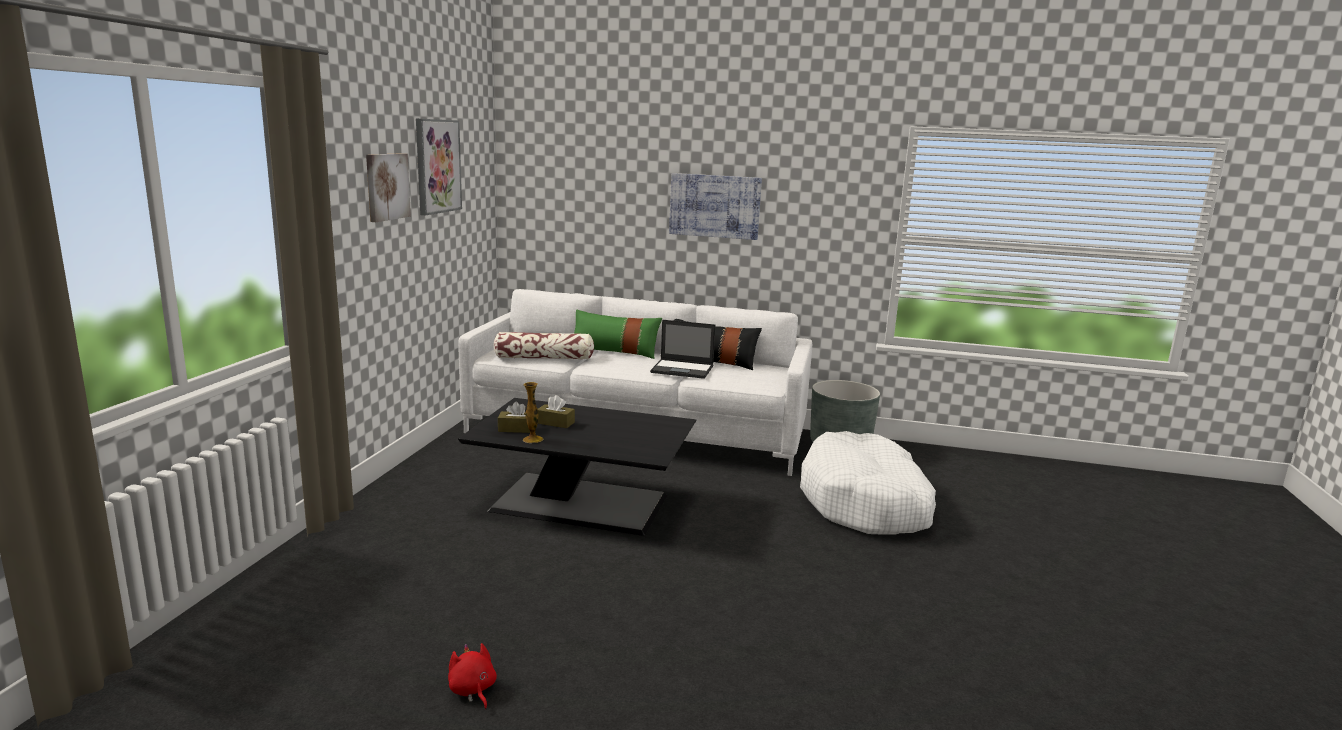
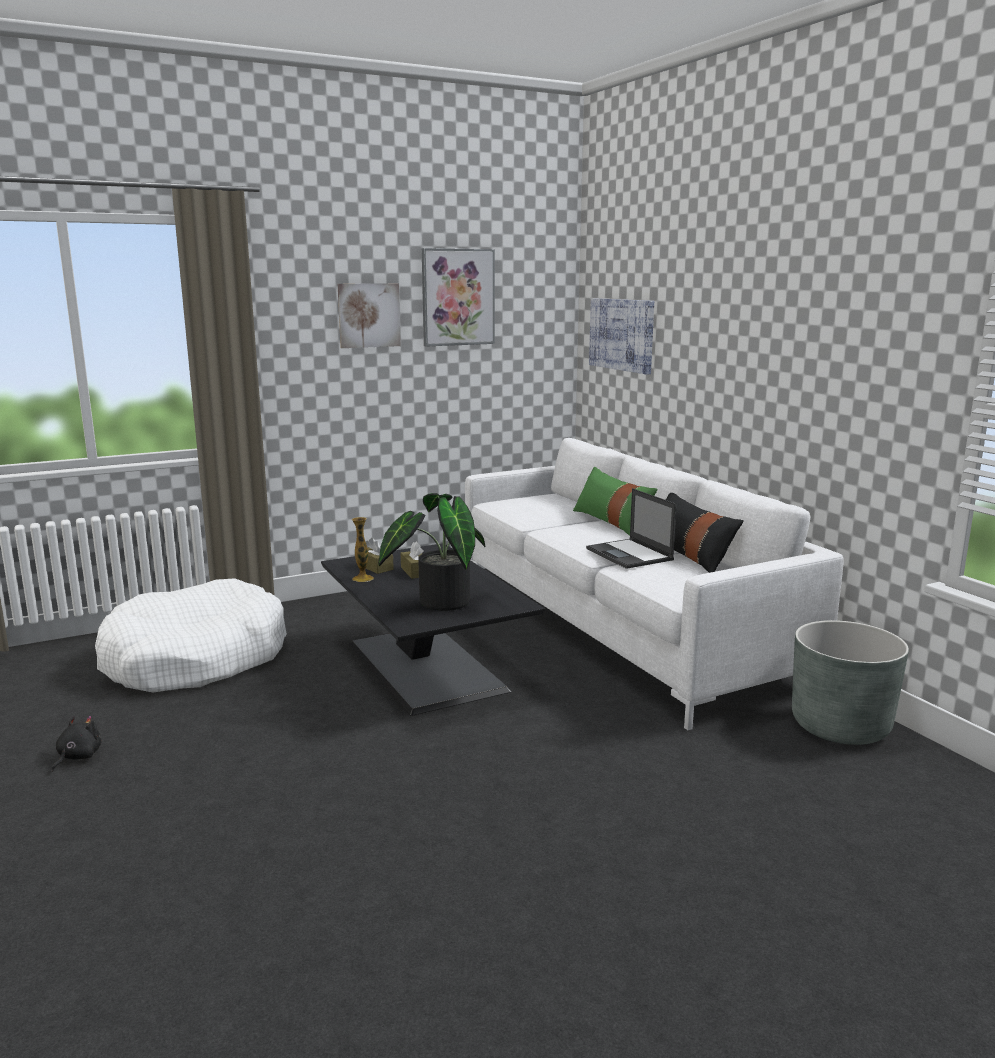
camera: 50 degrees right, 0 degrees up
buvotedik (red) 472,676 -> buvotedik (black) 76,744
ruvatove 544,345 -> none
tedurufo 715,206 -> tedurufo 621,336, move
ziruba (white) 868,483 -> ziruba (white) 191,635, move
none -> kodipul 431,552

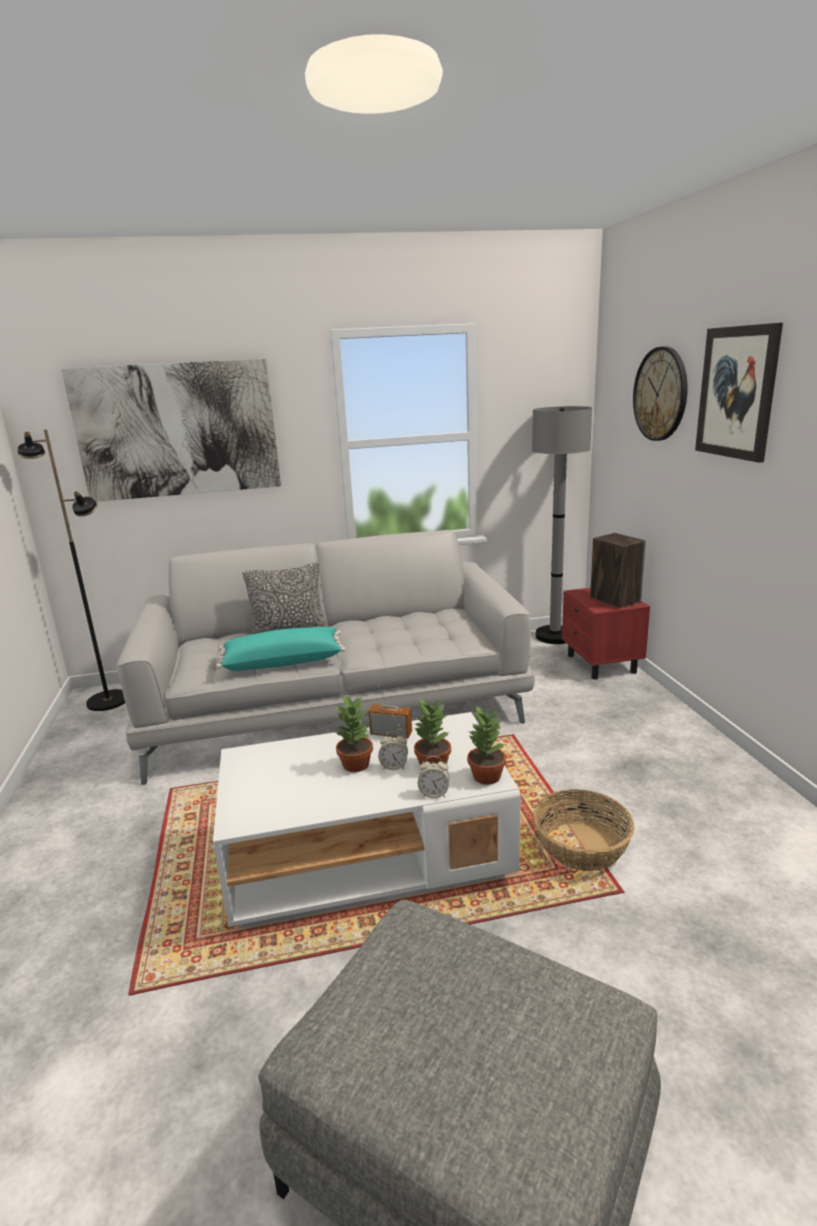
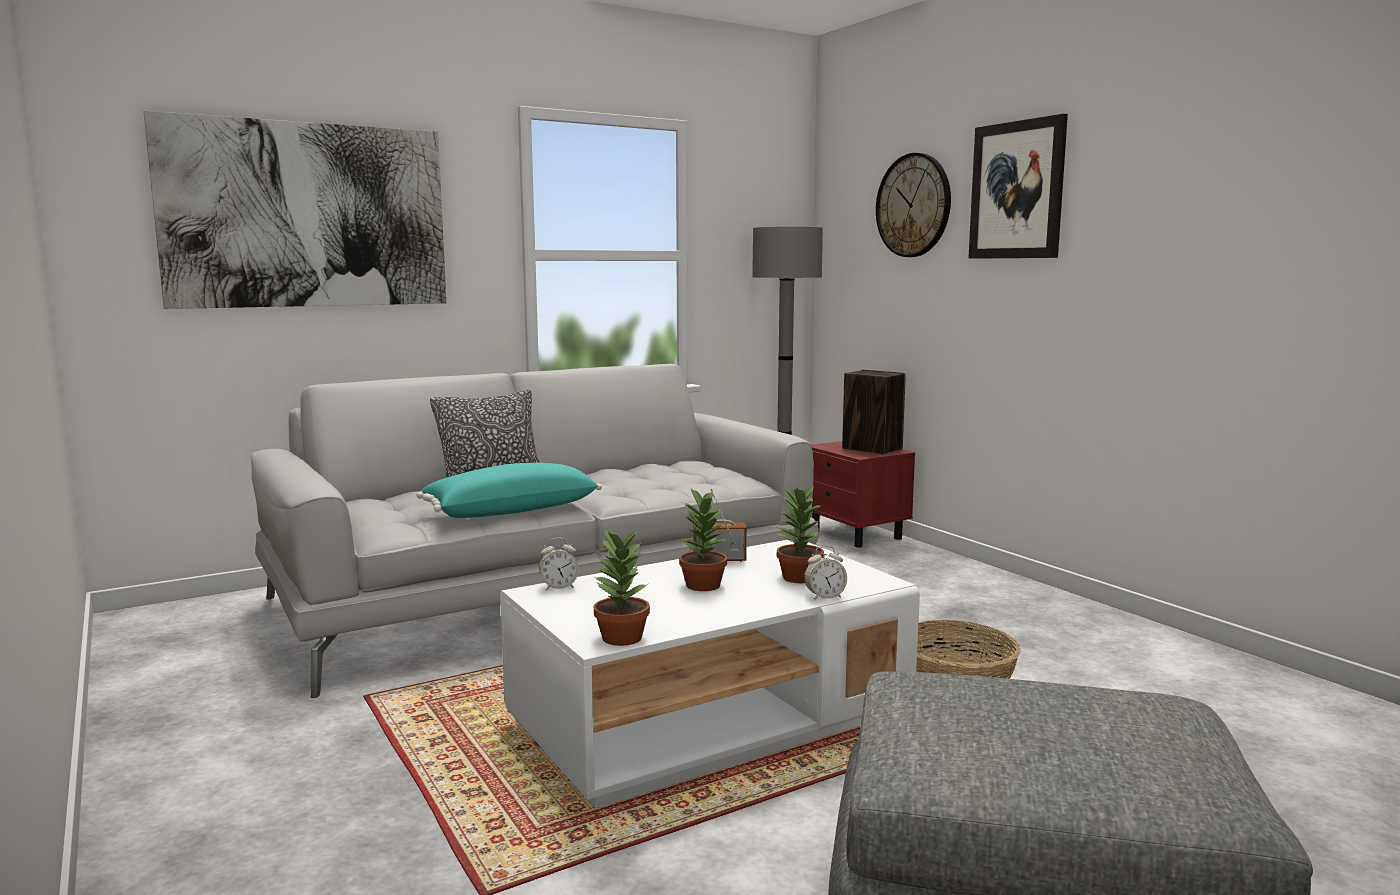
camera: 20 degrees left, 10 degrees down
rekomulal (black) 71,570 -> none
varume 393,750 -> varume 559,564, move
kodipul 486,745 -> kodipul 621,587, move

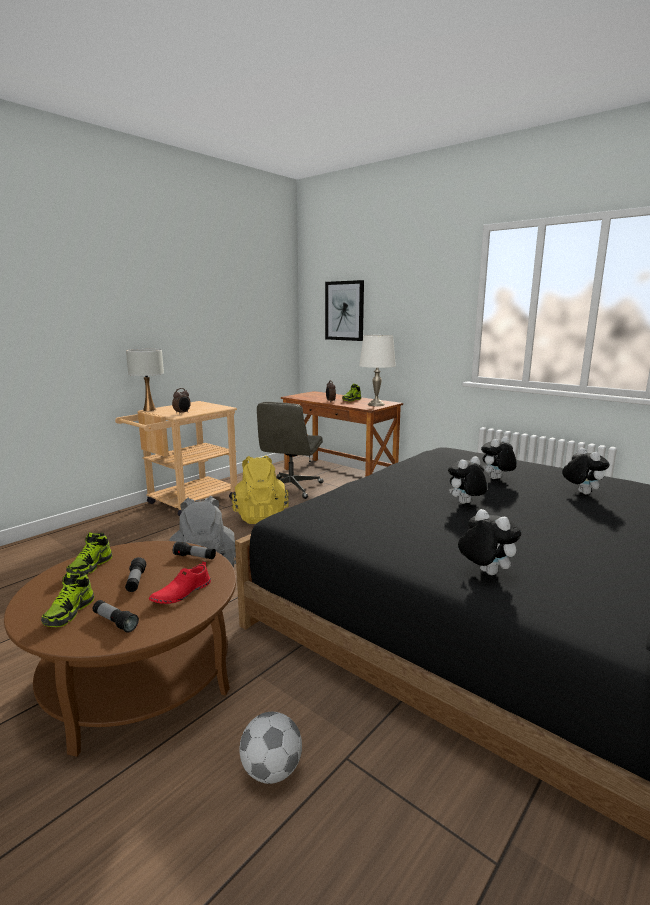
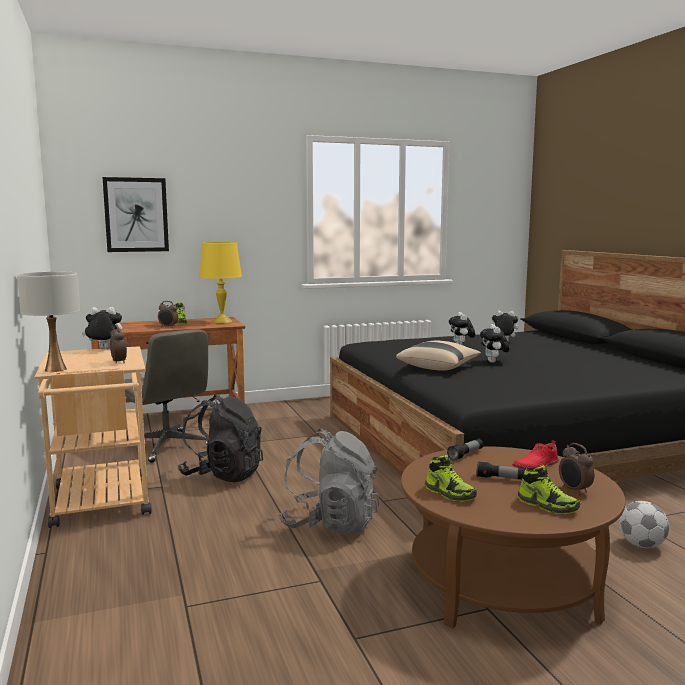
camera: 60 degrees left, 5 degrees down
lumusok 116,616 -> varume 577,469
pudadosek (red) 180,582 -> pudadosek (red) 535,454, 75 degrees clockwise
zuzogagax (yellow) 260,489 -> zuzogagax (black) 220,438
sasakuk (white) 377,370 -> sasakuk (yellow) 220,282
buvotedik 489,542 -> buvotedik 101,328, move
none -> ruvatove (beige) 438,356

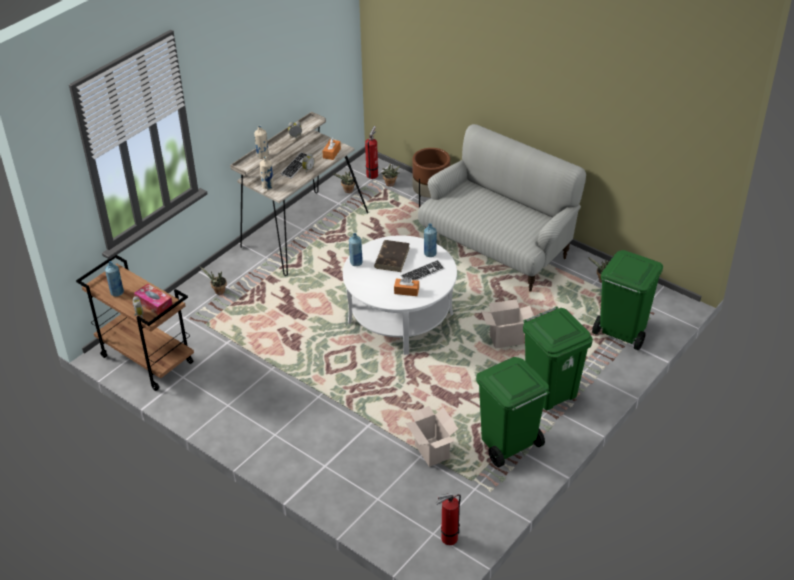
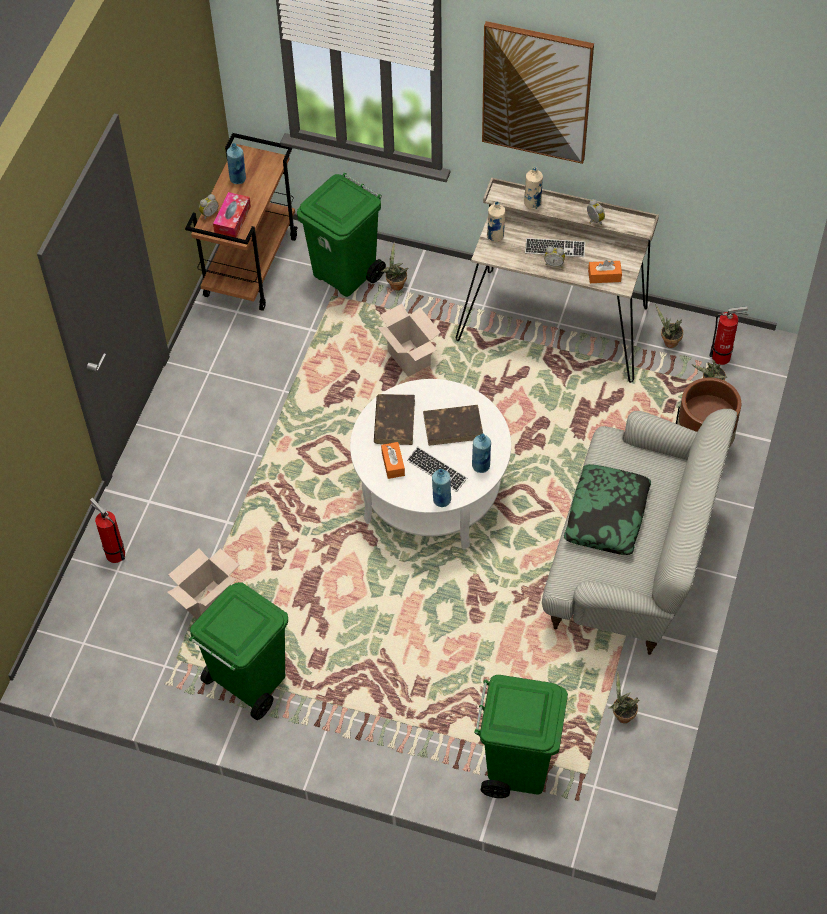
camera: 70 degrees right, 15 degrees up
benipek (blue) 356,249 -> benipek (blue) 441,488, move
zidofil 448,519 -> zidofil 107,530, move
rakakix 507,324 -> rakakix 409,340, move
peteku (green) 558,358 -> peteku (green) 341,235, move
none -> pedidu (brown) 394,419
none -> tedurufo 538,92
none -> ruvatove 607,509

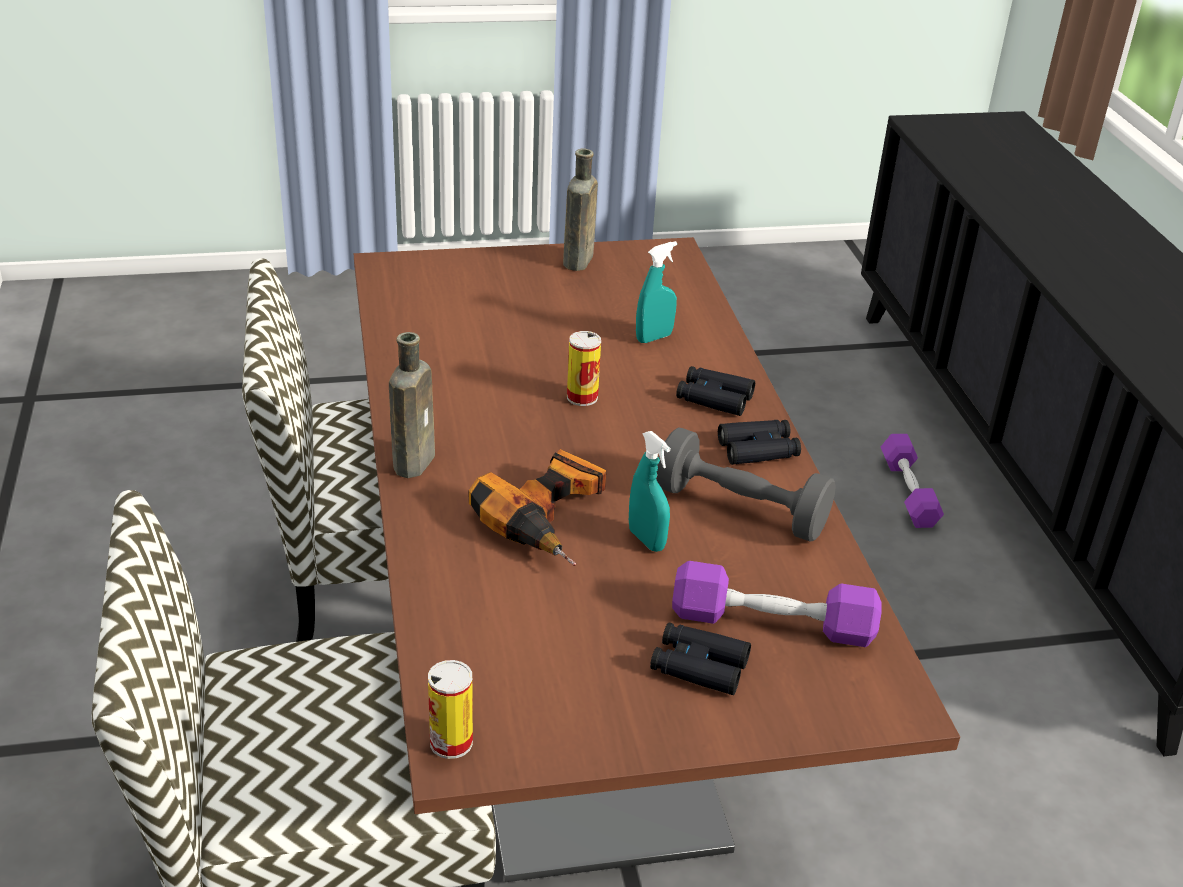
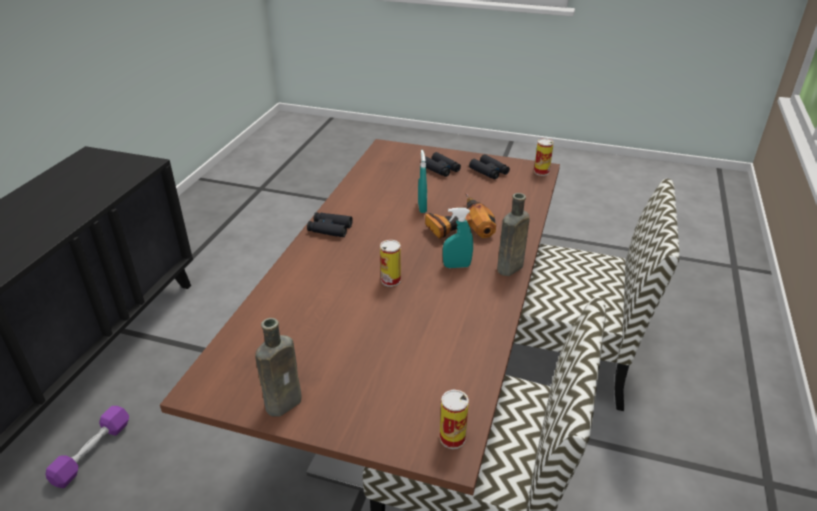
camera: 150 degrees left, 0 degrees up
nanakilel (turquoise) 656,292 -> nanakilel (turquoise) 458,238, move
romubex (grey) 746,484 -> none
romubex (purple) 777,604 -> none
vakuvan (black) 715,391 -> vakuvan (black) 489,166, move
none -> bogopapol 454,419

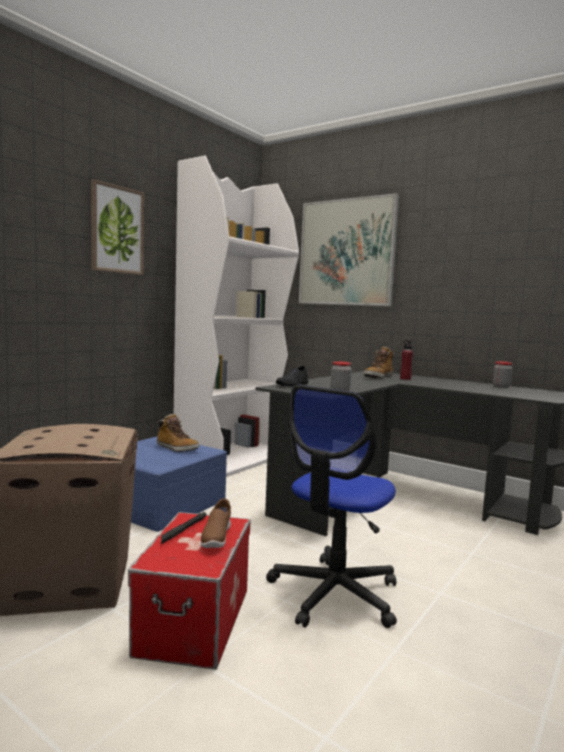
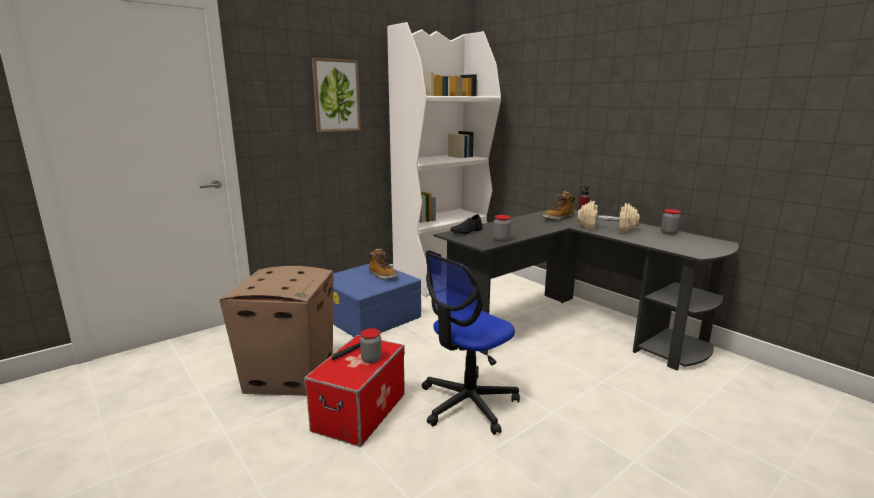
camera: 15 degrees right, 10 degrees up
pudadosek (brown) 216,523 -> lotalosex 371,345
tedurufo 349,249 -> none
none -> romubex (beige) 608,217

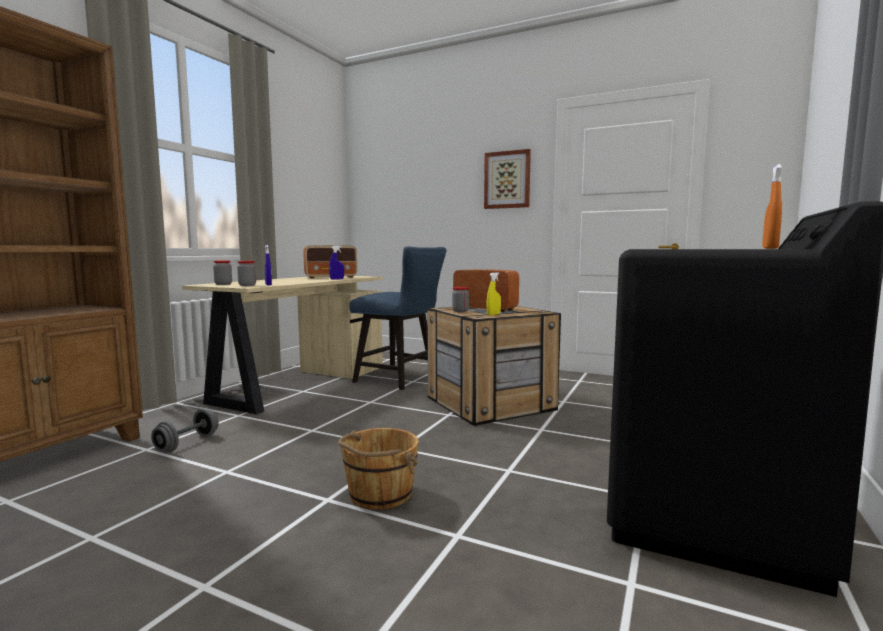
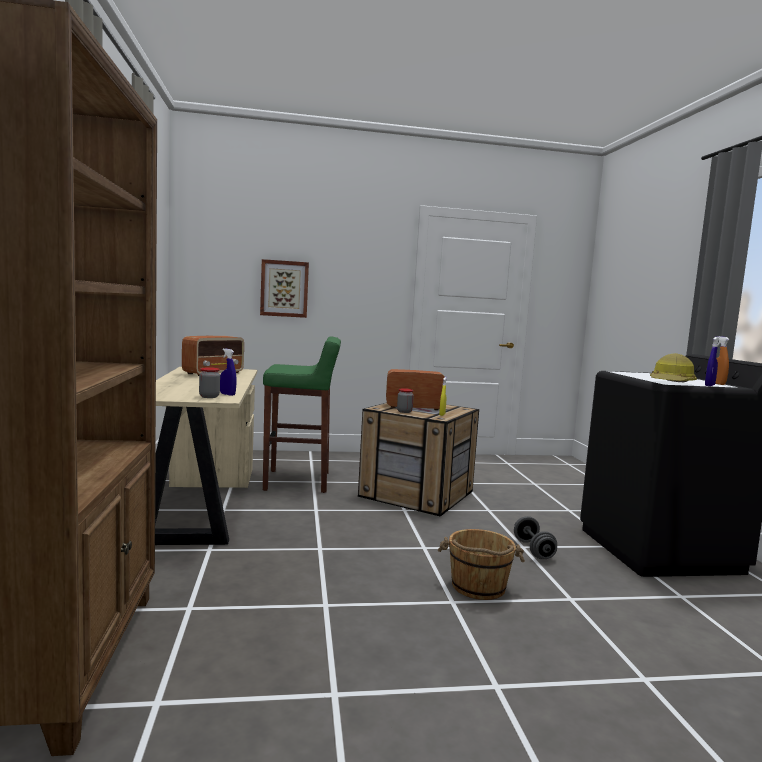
camera: 35 degrees left, 0 degrees up
romubex (grey) 185,430 -> romubex (grey) 535,537, move
lotalosex 222,272 -> none
nanakilel (blue) 336,263 -> nanakilel (blue) 712,361, move
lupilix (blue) 398,318 -> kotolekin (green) 302,414
tedurufo 507,179 -> tedurufo 284,288, move
none -> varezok 673,367

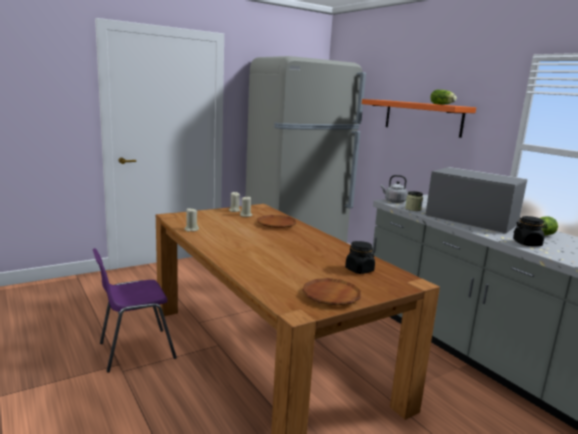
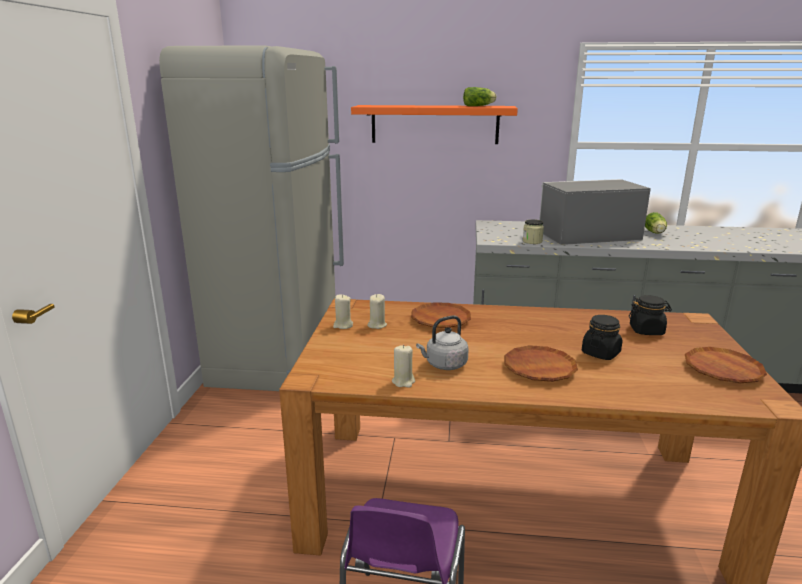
camera: 50 degrees left, 5 degrees up
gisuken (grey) 394,189 -> gisuken (grey) 442,343, move
lotalosex (black) 530,231 -> lotalosex (black) 602,337, move
none -> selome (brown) 541,363

